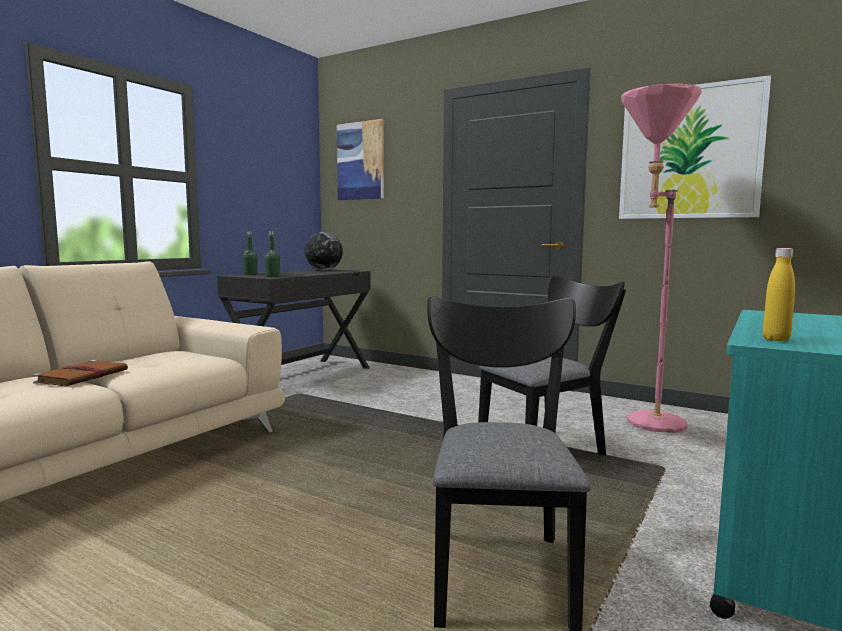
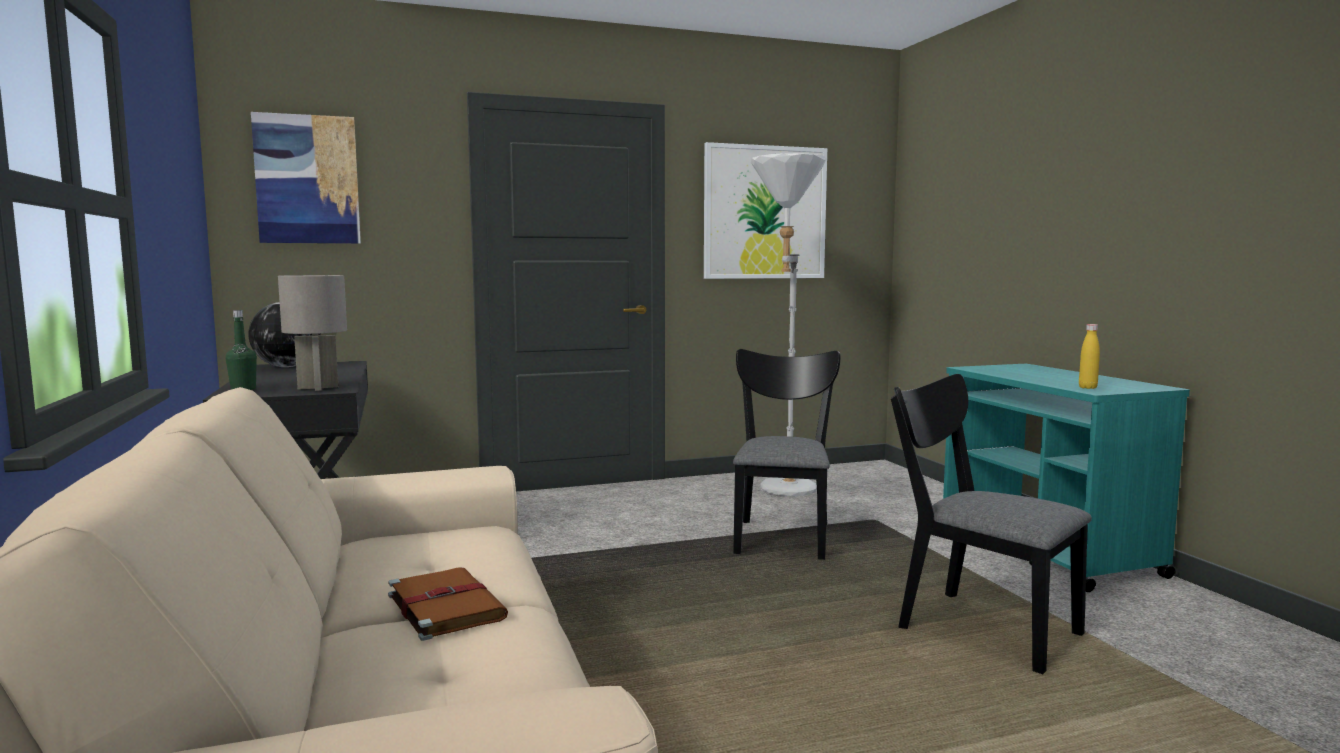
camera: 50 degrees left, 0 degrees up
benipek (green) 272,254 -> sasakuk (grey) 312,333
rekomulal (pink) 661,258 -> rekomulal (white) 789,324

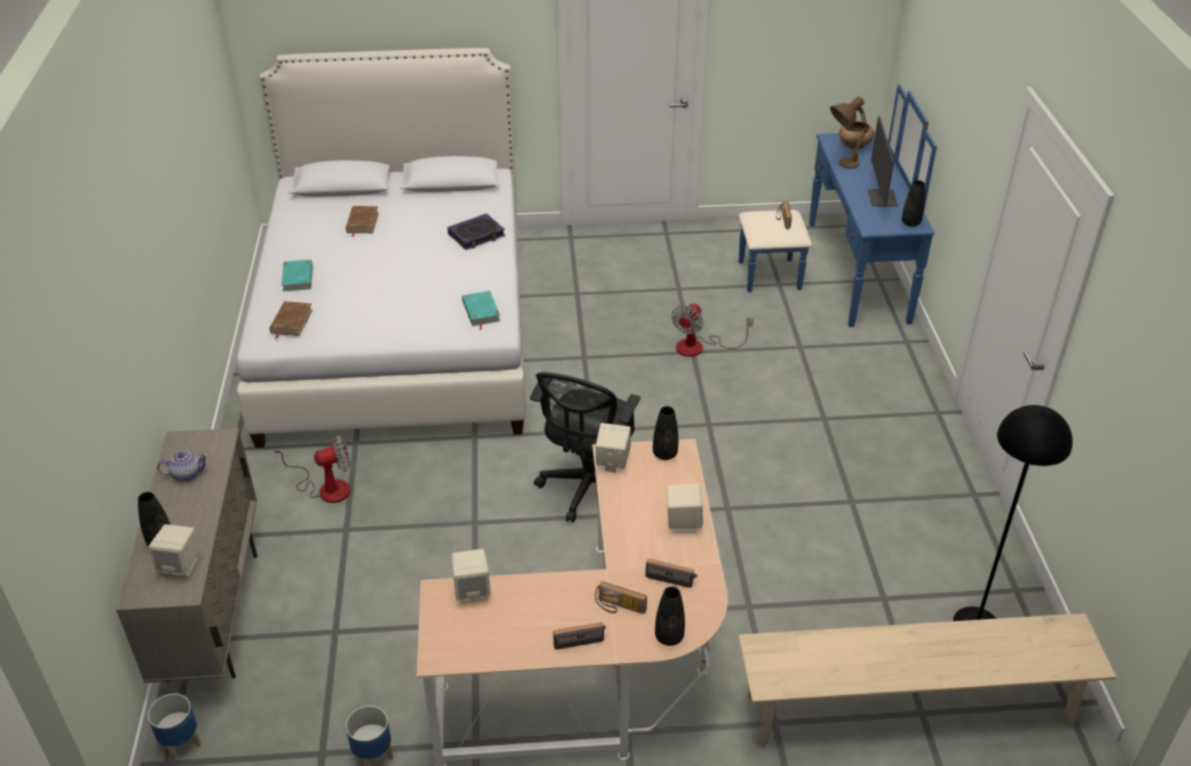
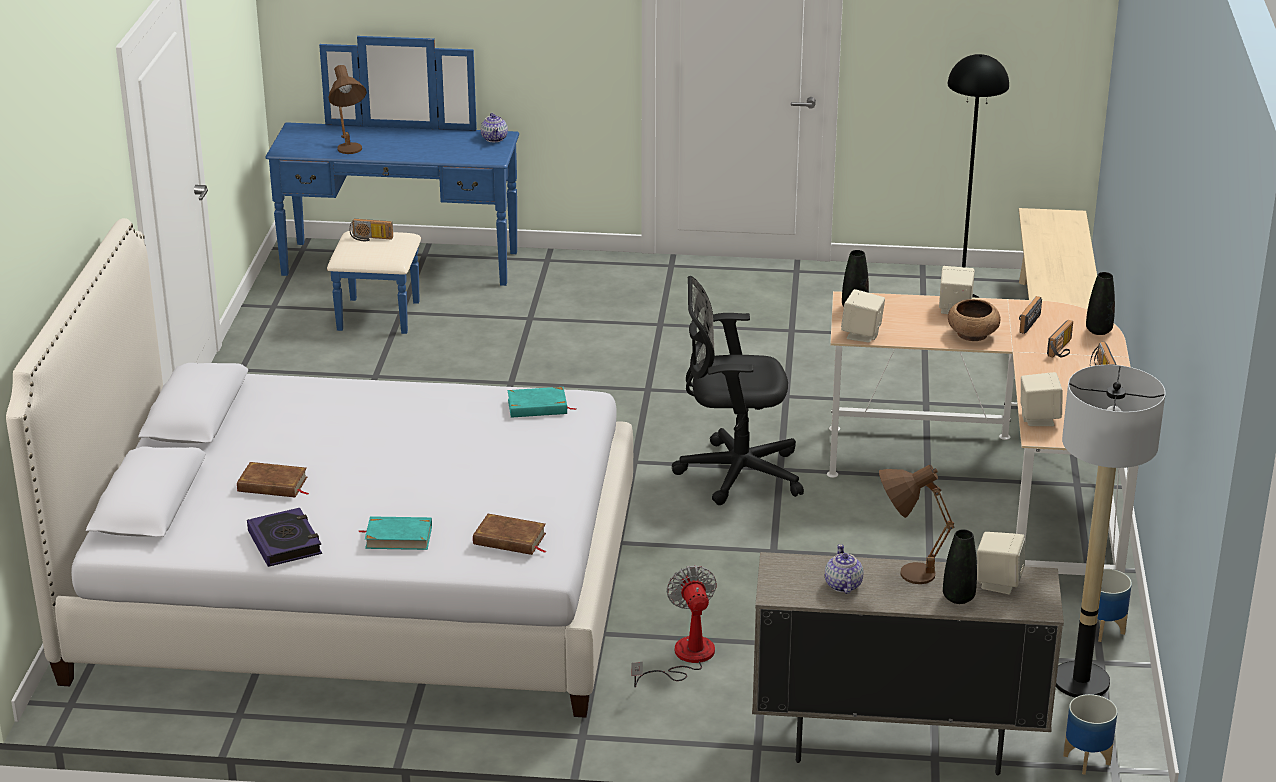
camera: 80 degrees left, 10 degrees down
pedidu 476,231 -> pedidu 284,537, move
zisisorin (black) 585,447 -> zisisorin (black) 738,390, 150 degrees clockwise
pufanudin 712,330 -> none
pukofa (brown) 856,135 -> pukofa (brown) 974,320, move
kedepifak 883,161 -> none
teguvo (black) 913,203 -> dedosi 494,127
none -> sasakuk (brown) 916,524
none -> rekomulal 1111,531

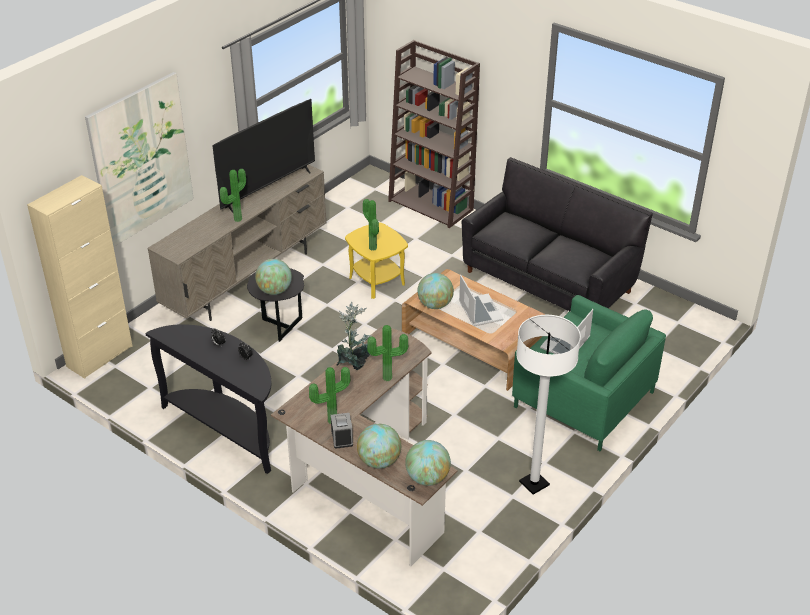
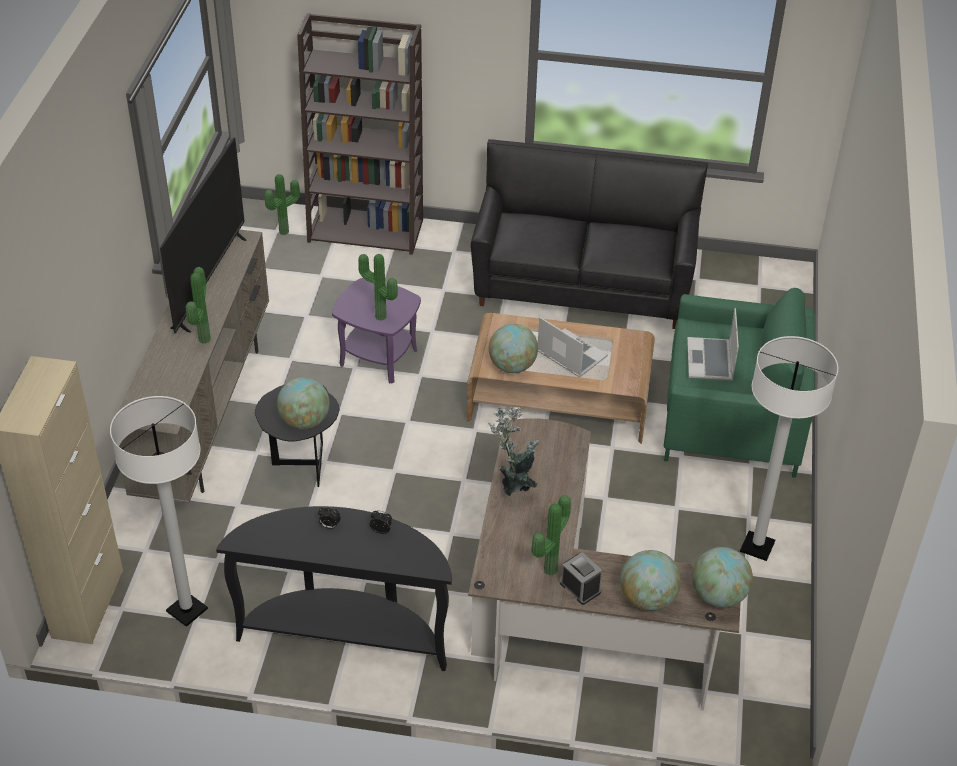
camera: 30 degrees left, 5 degrees up
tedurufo 139,159 -> none
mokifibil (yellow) 376,260 -> mokifibil (purple) 376,331
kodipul 387,353 -> kodipul 282,204, move
none -> rekomulal (white) 159,511

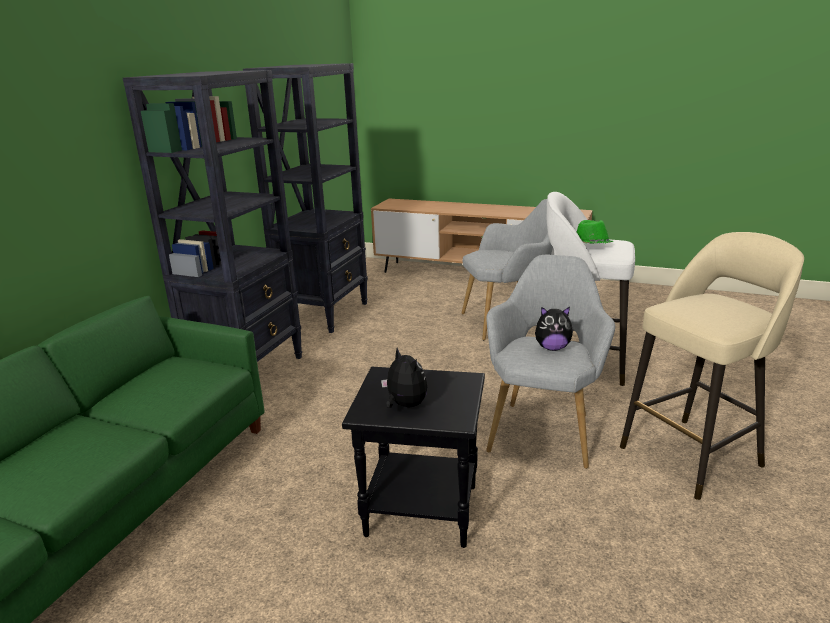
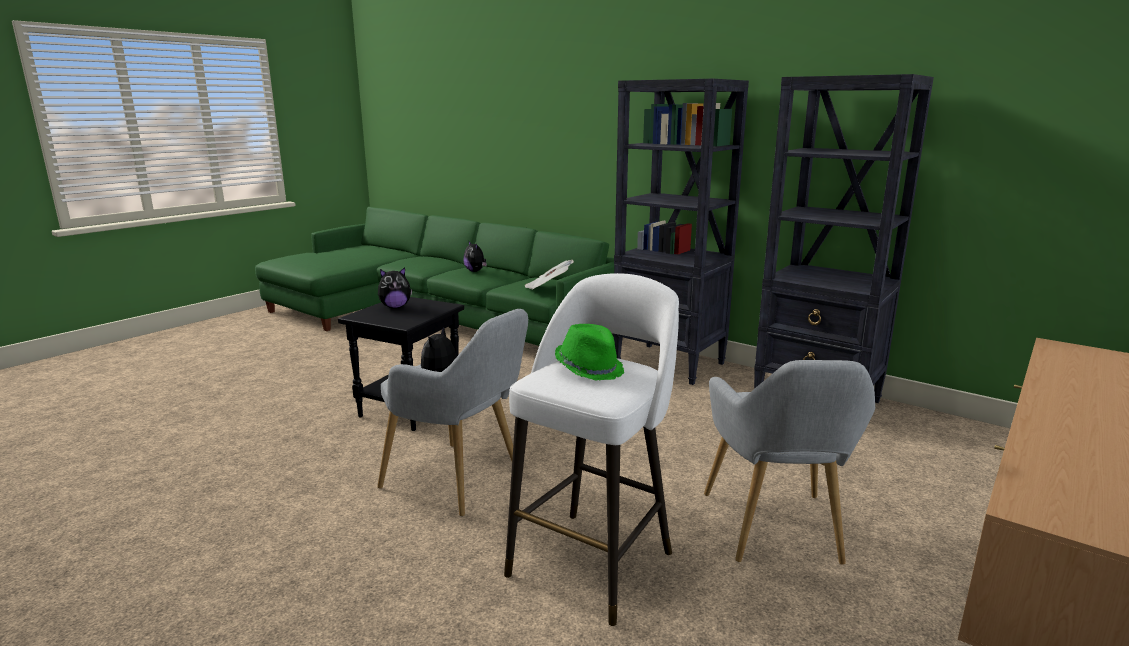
camera: 105 degrees right, 5 degrees down
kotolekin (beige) 712,366 -> none
none -> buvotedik 475,256
none -> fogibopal 549,275

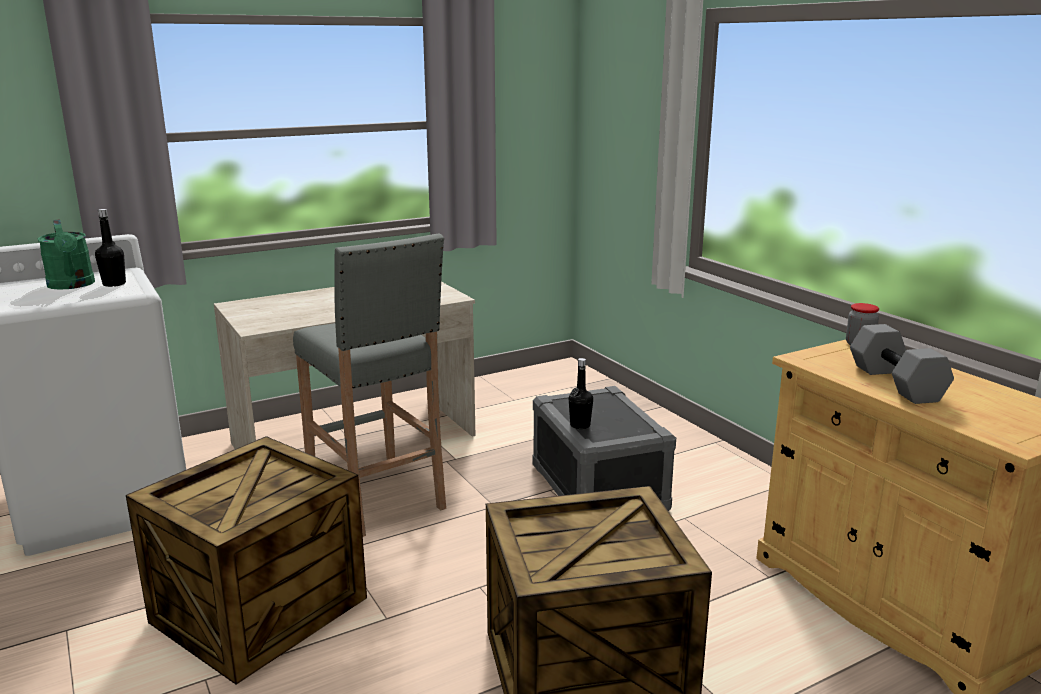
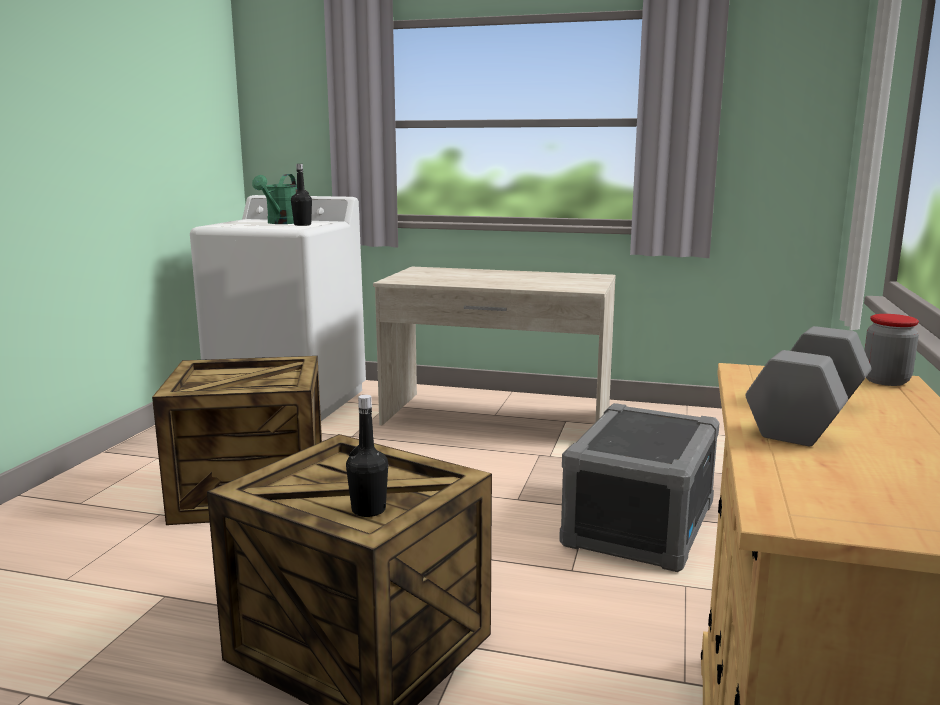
camera: 45 degrees right, 5 degrees down
kotolekin (grey) 369,385 -> none
benipek (black) 581,393 -> benipek (black) 367,456, move

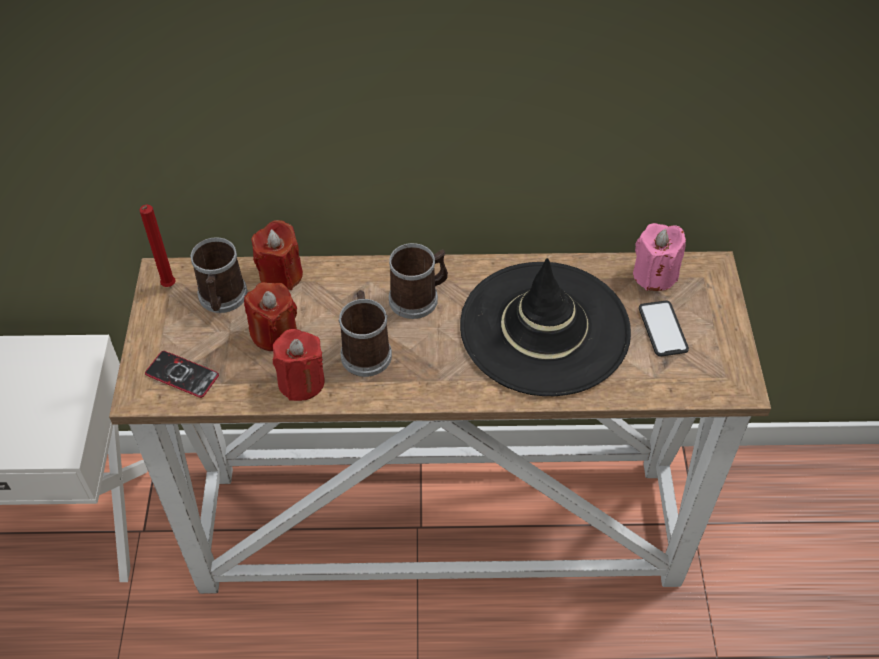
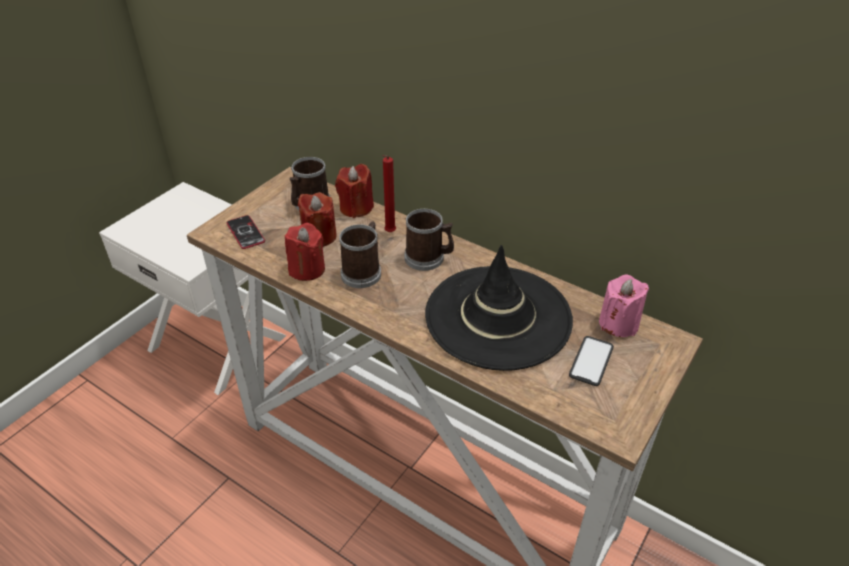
camera: 35 degrees right, 10 degrees down
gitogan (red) 157,246 -> gitogan (red) 389,193, move

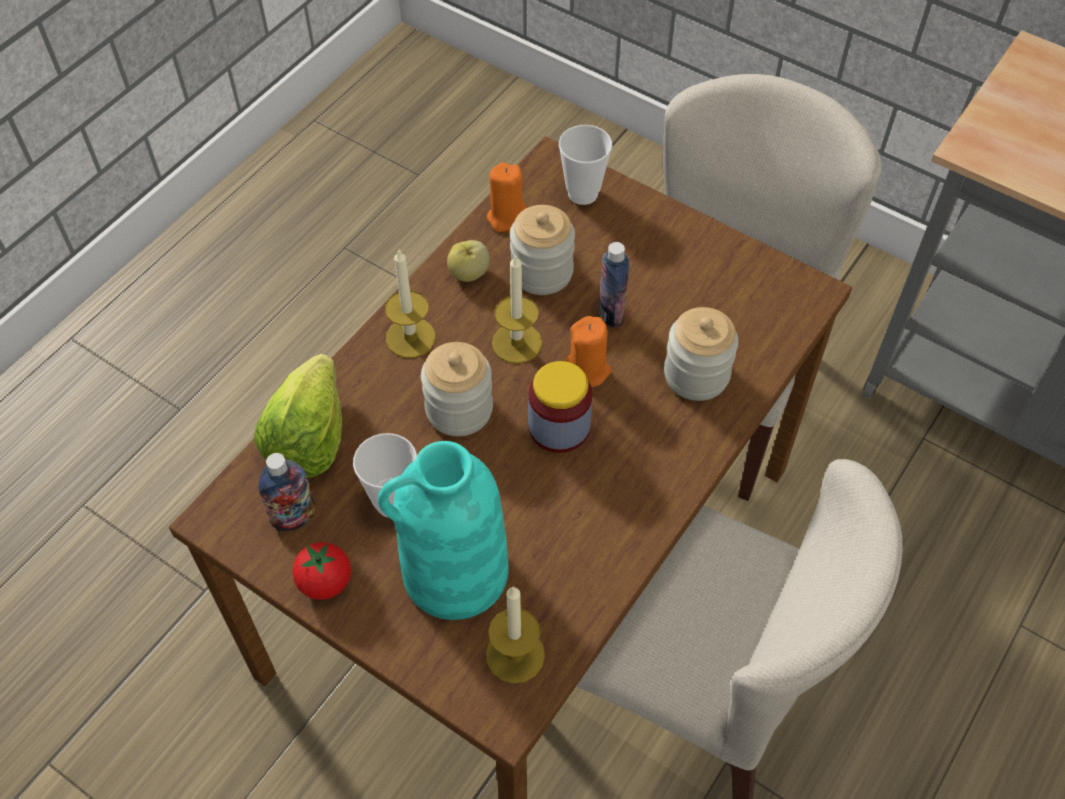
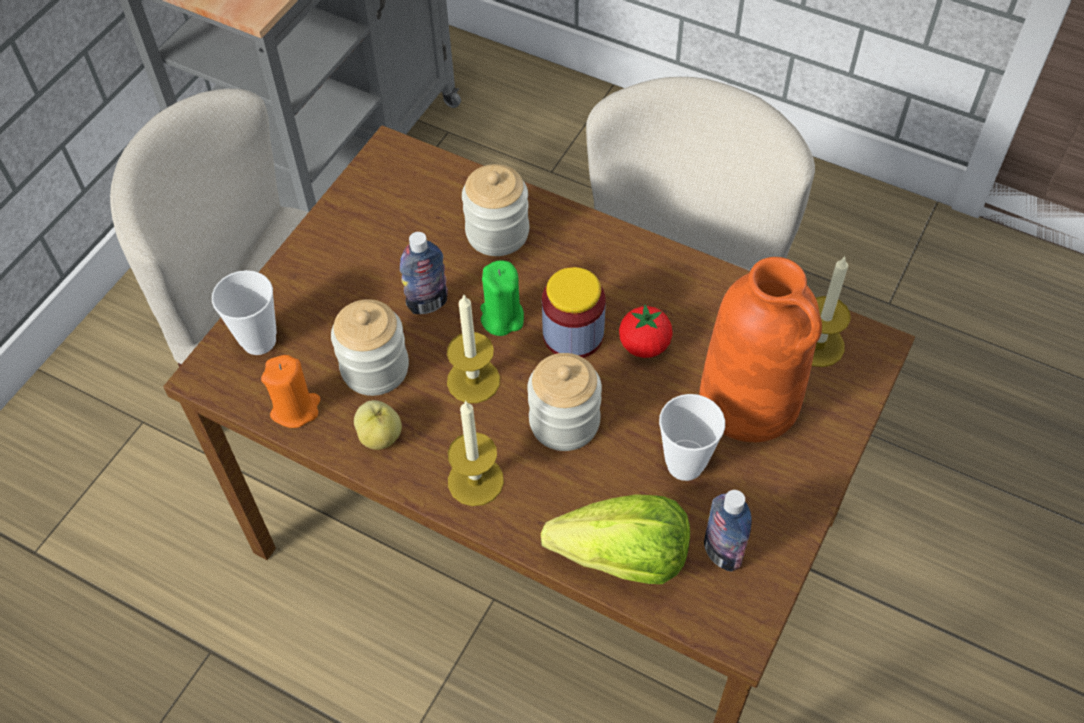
camera: 95 degrees left, 0 degrees up
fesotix 321,571 -> fesotix 646,331, move
teguvo (turquoise) 443,530 -> teguvo (orange) 760,349
gitogan (orange) 588,351 -> gitogan (green) 502,298

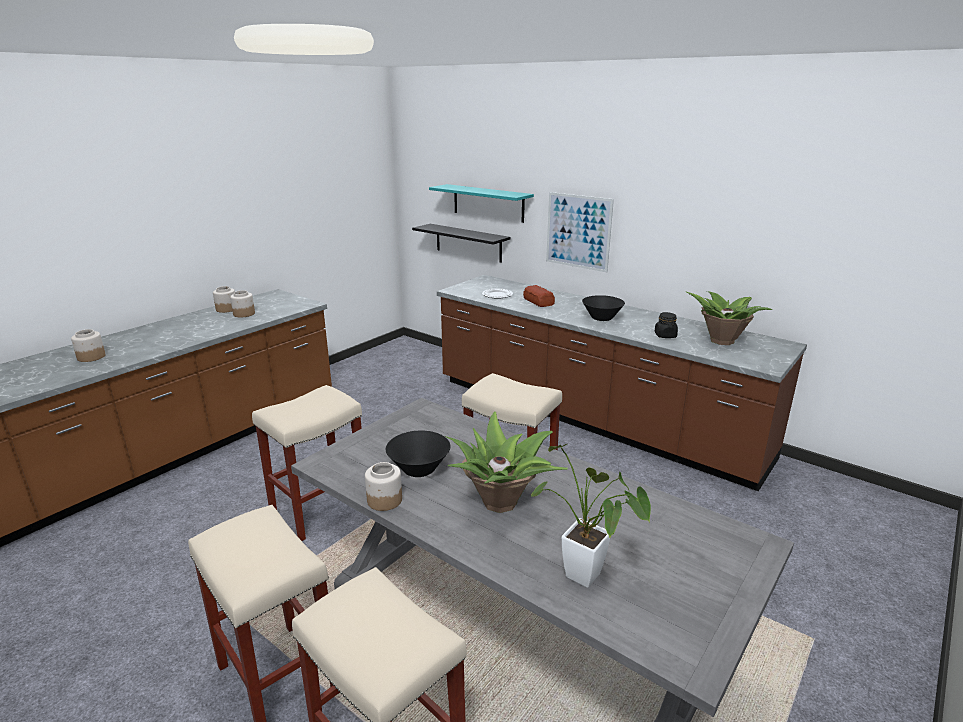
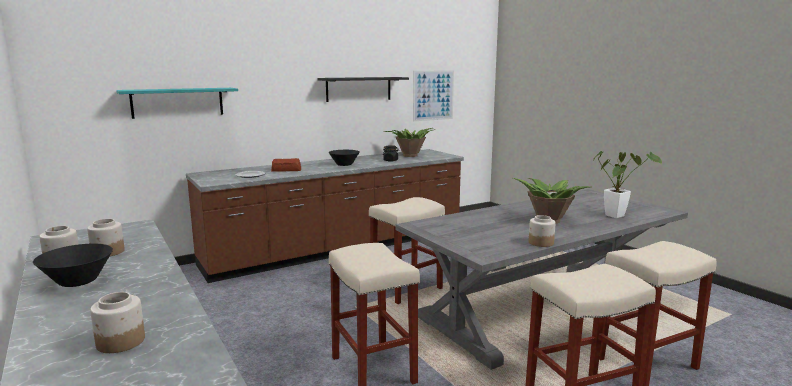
camera: 70 degrees left, 10 degrees down
pukofa (black) 418,454 -> pukofa (black) 73,265, move
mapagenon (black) 461,243 -> mapagenon (black) 363,89, move
tedurufo 580,232 -> tedurufo 433,95, move

